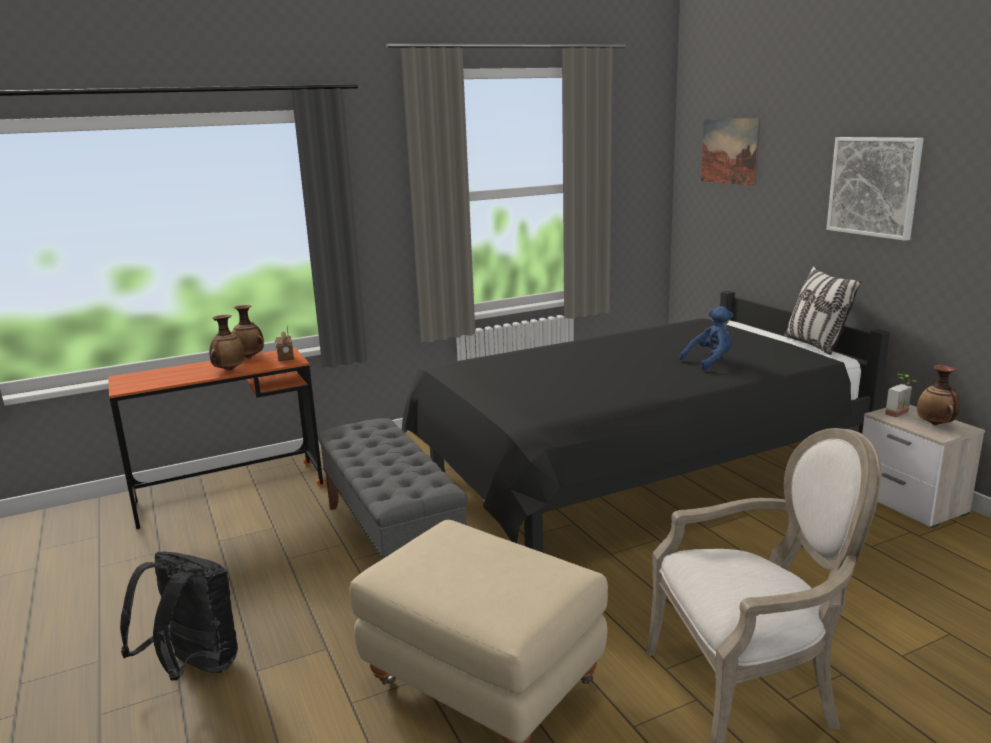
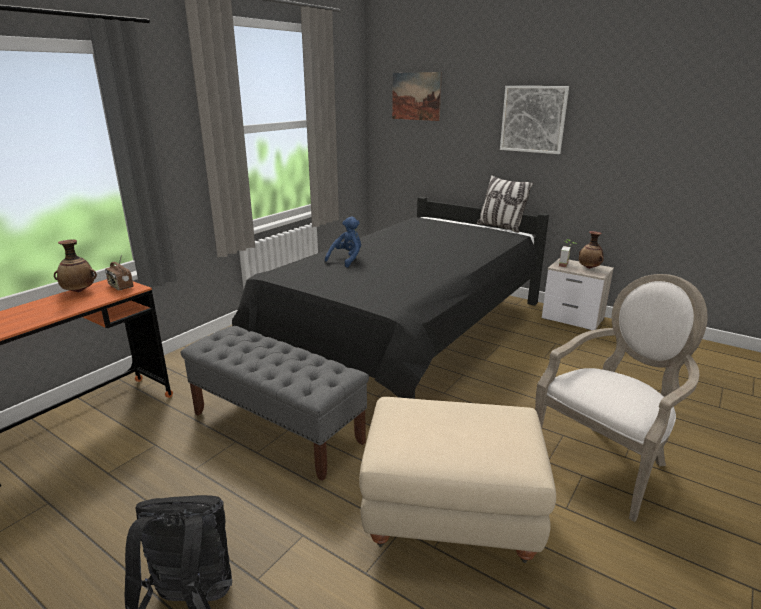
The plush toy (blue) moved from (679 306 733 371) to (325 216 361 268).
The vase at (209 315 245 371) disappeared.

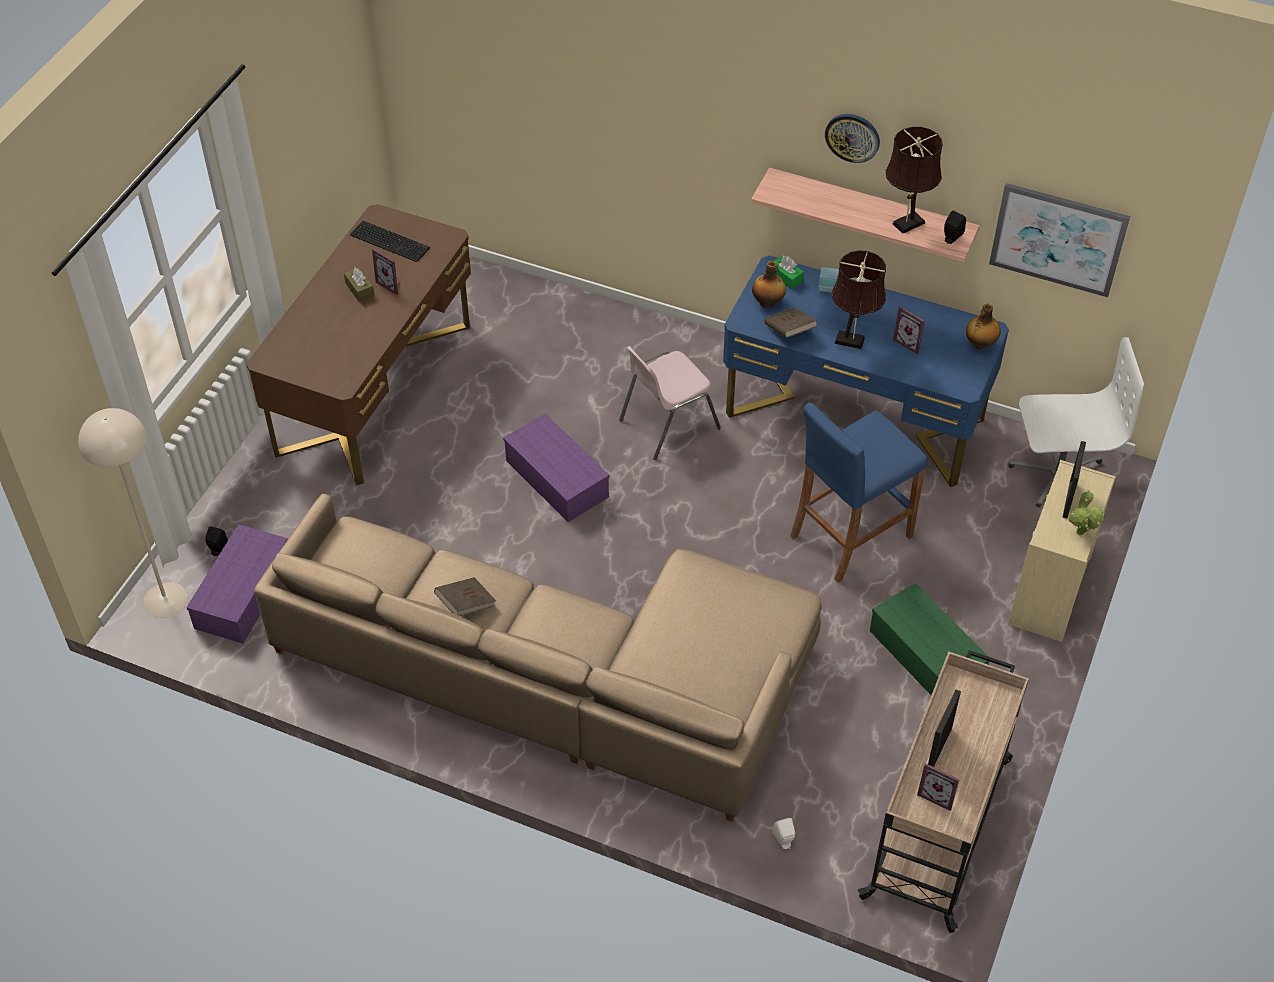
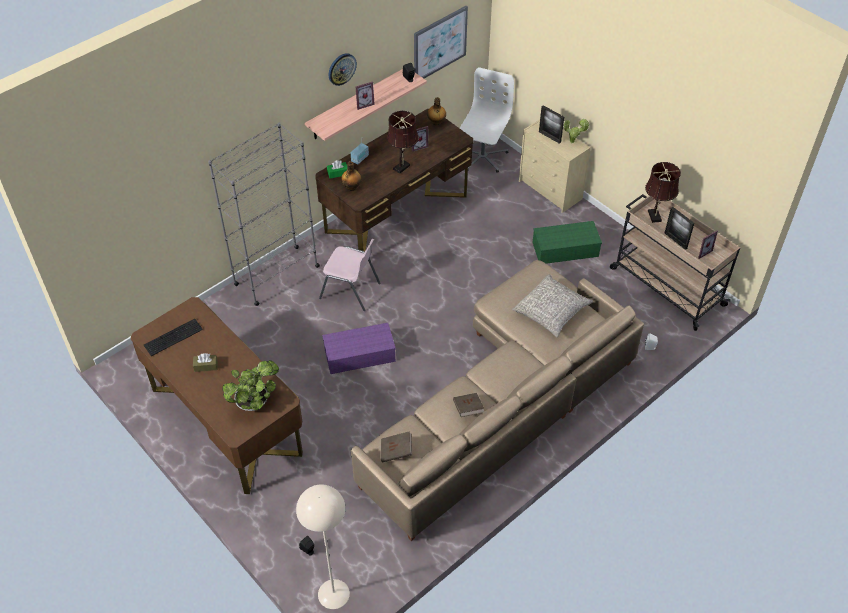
The bookcase (grey) at (208 122 320 306) appeared.
The potted plant at (222 360 279 411) appeared.
The desk (blue) at (723 255 1009 487) became the desk (brown) at (315 109 473 251).
The chair (pink) at (619 346 721 460) turned 60 degrees counterclockwise.
The picture frame moved from (372 248 399 295) to (356 81 375 110).
The book (brown) moved from (764 307 818 338) to (381 431 412 462).
The pillow (grey) at (512 274 593 337) appeared.
The table lamp (brown) moved from (886 127 943 234) to (645 162 681 223).
The storage box (purple) at (186 524 288 643) disappeared.
The stool (blue) at (790 402 927 582) disappeared.

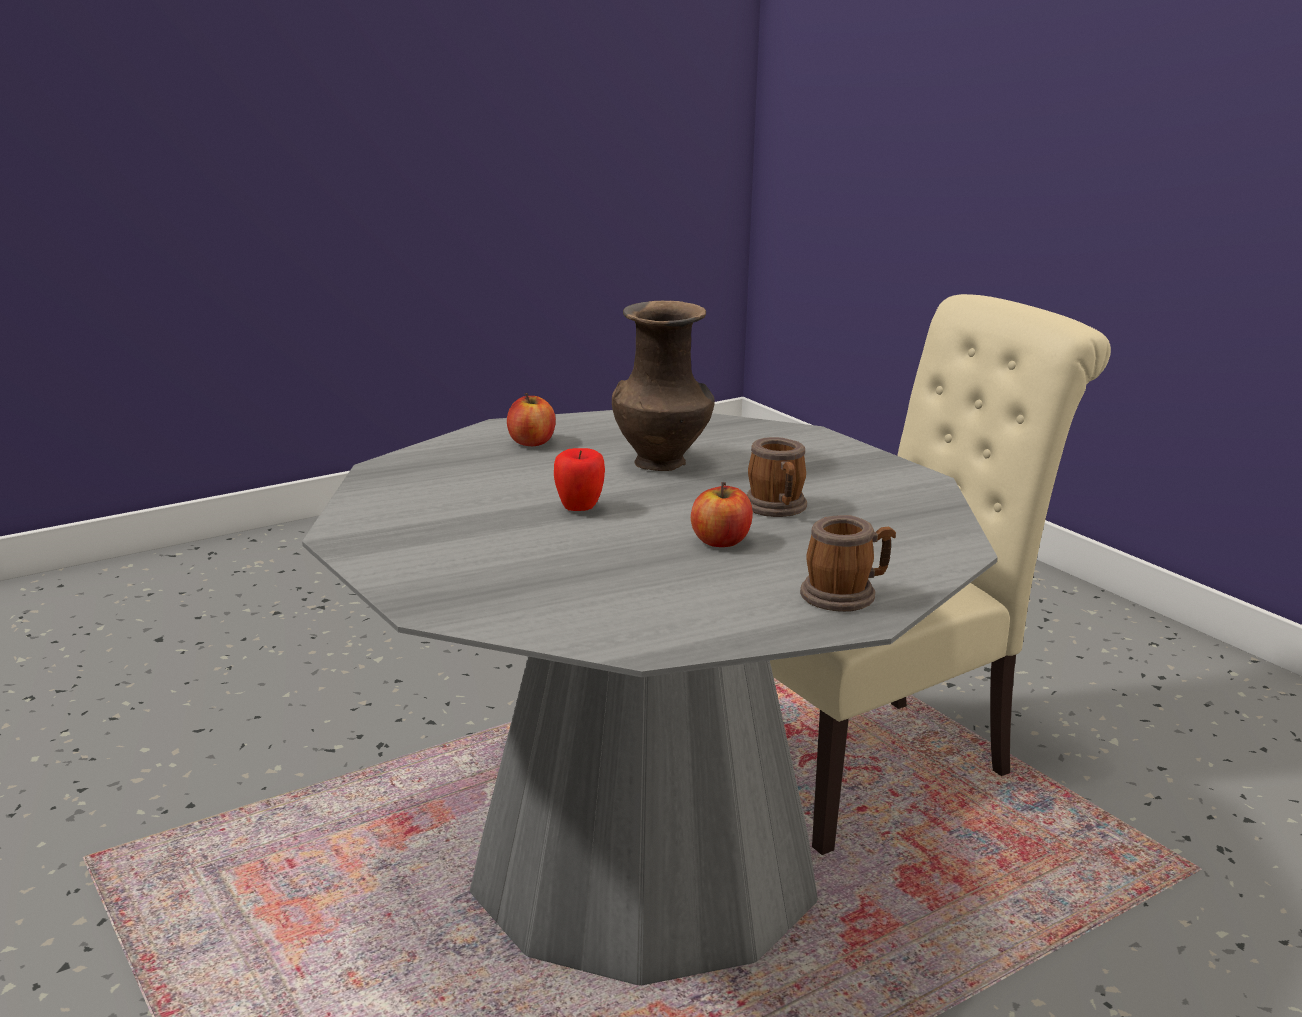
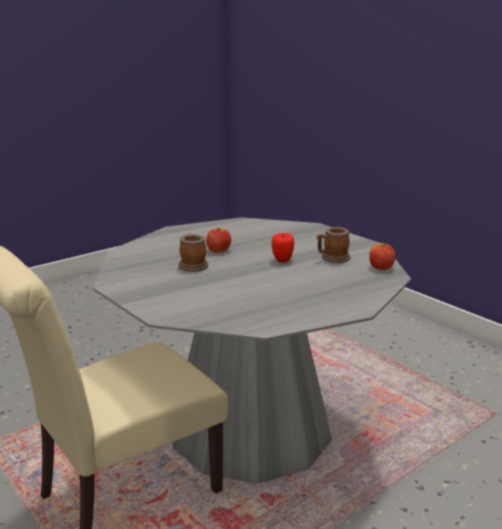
The mug moved from (800 515 896 612) to (317 227 351 263).
The apple moved from (507 393 556 446) to (369 243 395 270).
The vase (brown) at (612 301 715 471) disappeared.

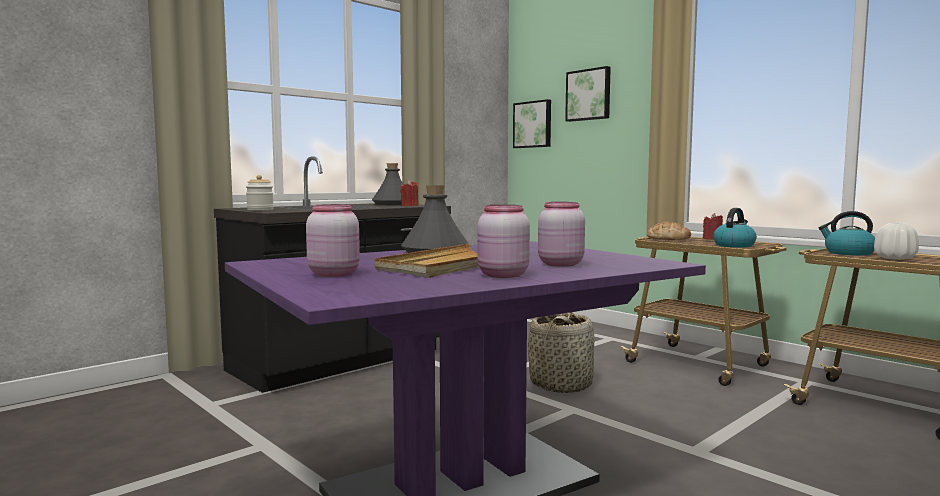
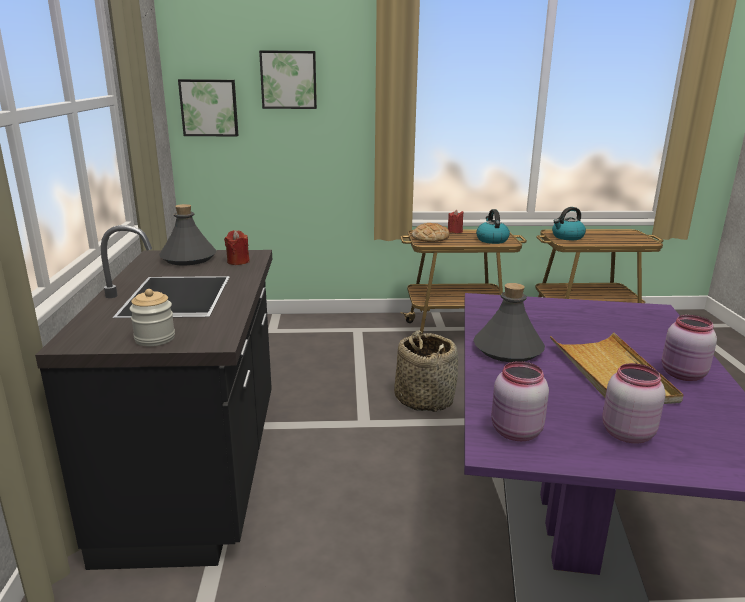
The jar (pink) moved from (538 202 585 267) to (491 361 549 441).
The vase (white) at (874 223 919 259) disappeared.

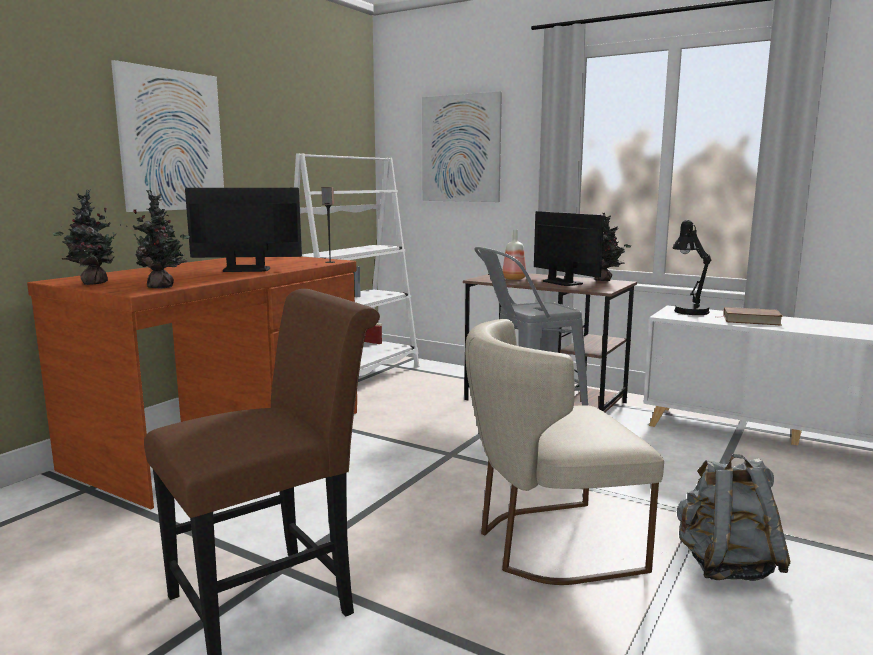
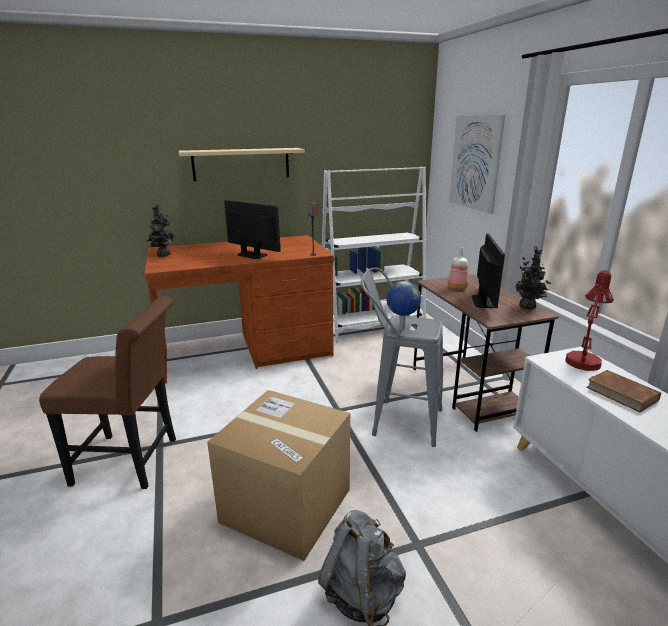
The picture at (111 60 224 212) was replaced by the shelf (beige) at (178 148 305 181).
The chair (beige) at (465 319 664 585) was replaced by the cardboard box at (207 390 350 561).
The globe at (386 281 421 330) appeared.
The table lamp (black) at (672 220 711 315) became the table lamp (red) at (565 270 614 371).
The potted plant at (126 190 190 288) disappeared.

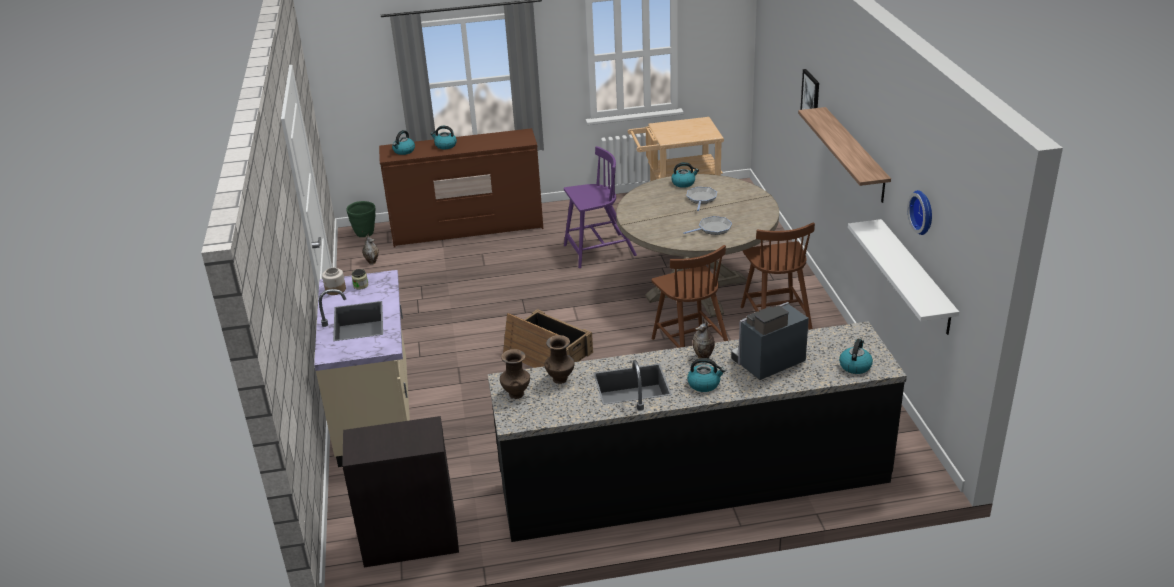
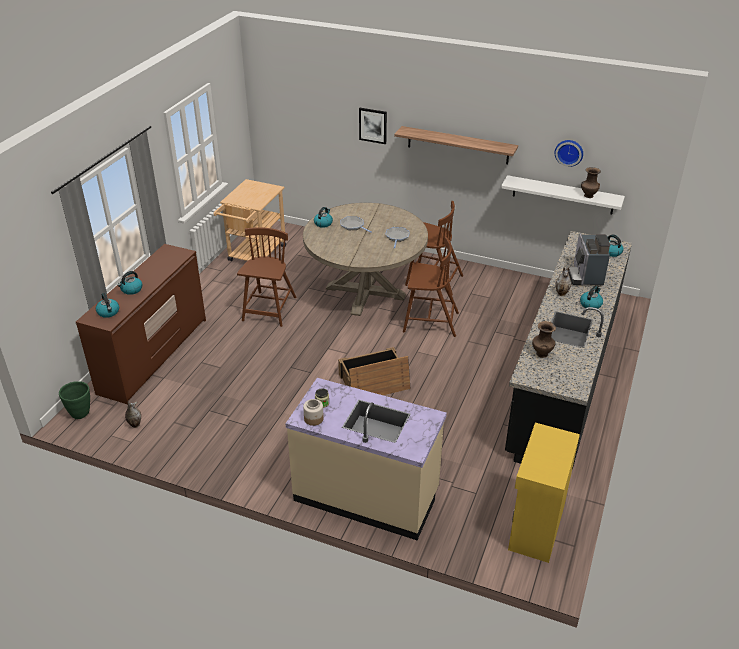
The chair (purple) at (564 146 637 268) became the chair (brown) at (237 227 296 327).
The cabinet (black) at (342 416 459 567) became the cabinet (yellow) at (508 423 580 563).
The vase (brown) moved from (500 349 530 399) to (581 167 601 198).

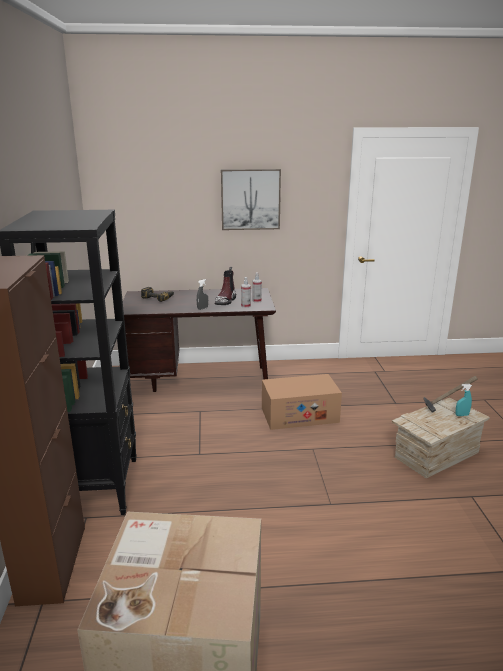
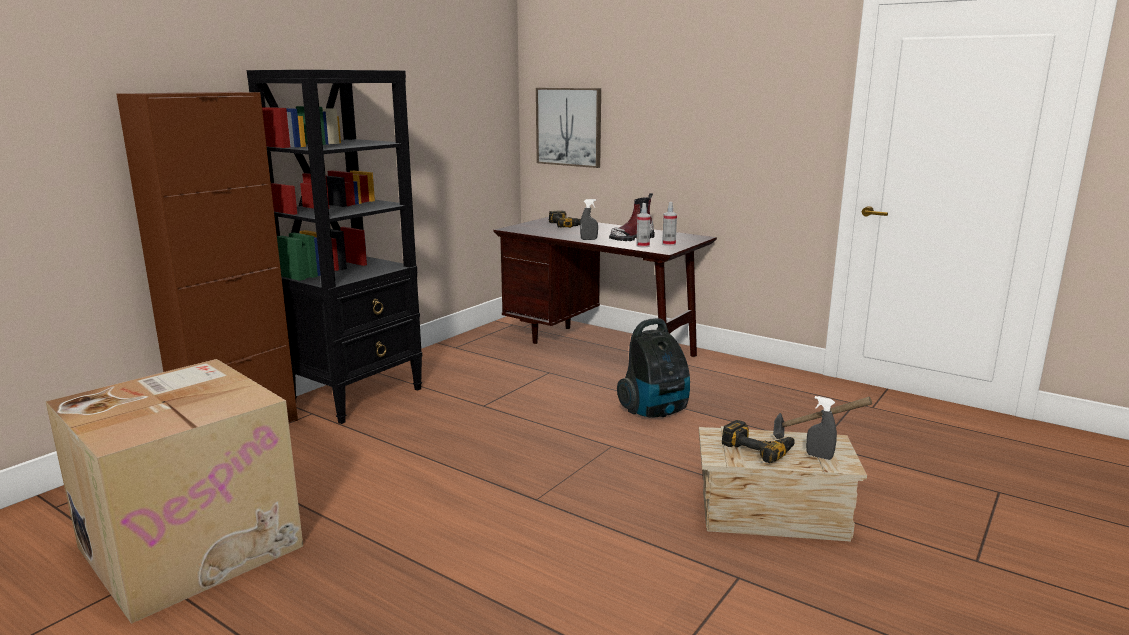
The picture moved from (221 169 281 230) to (536 88 601 168).
The cardboard box at (262 374 342 430) was replaced by the vacuum cleaner at (617 318 690 417).
The power drill at (722 420 795 463) appeared.
The spray bottle (turquoise) at (456 384 472 416) became the spray bottle (grey) at (806 396 837 460).

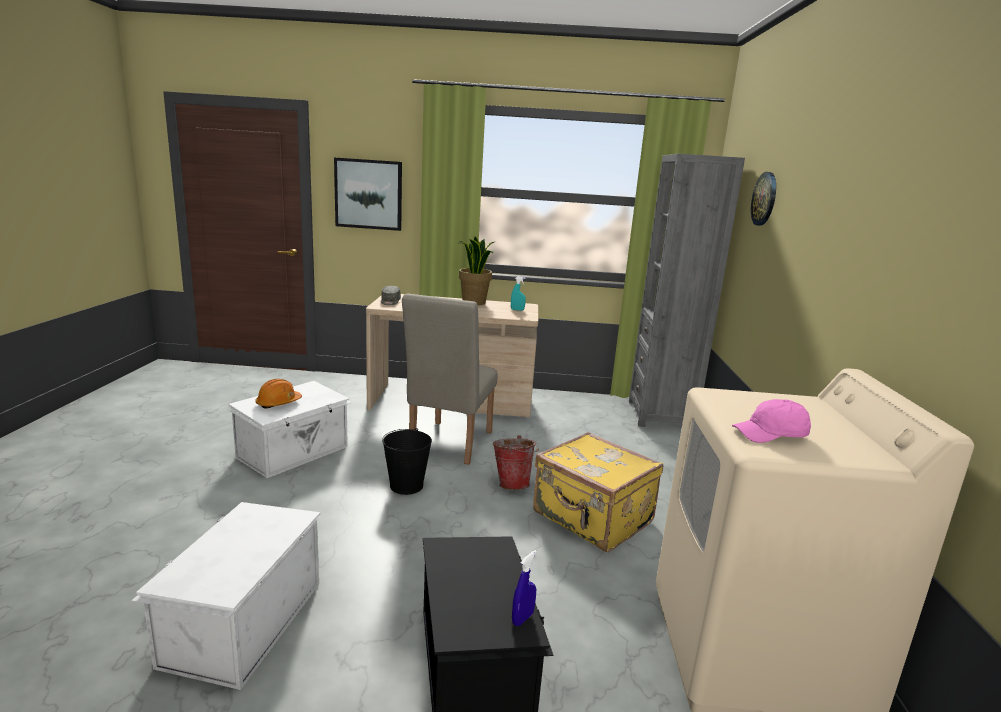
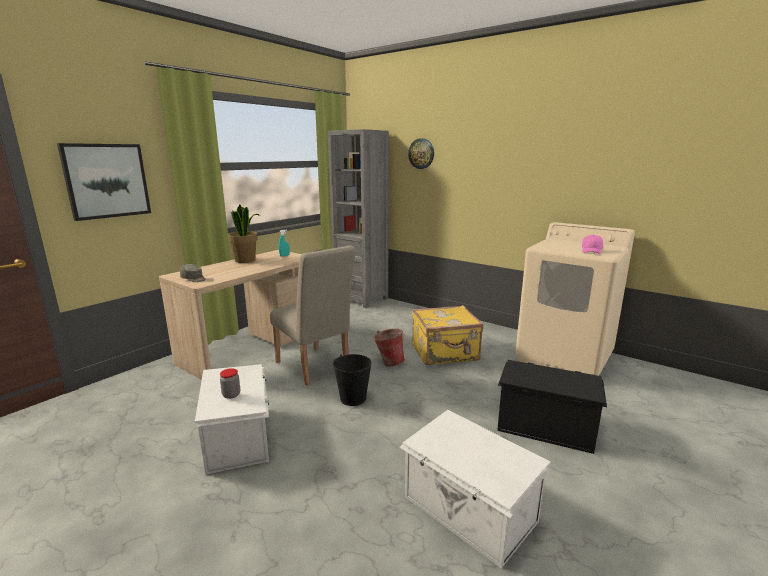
The hard hat (orange) at (255 379 302 409) was replaced by the jar at (220 368 240 399).
The spray bottle (blue) at (512 550 537 626) disappeared.

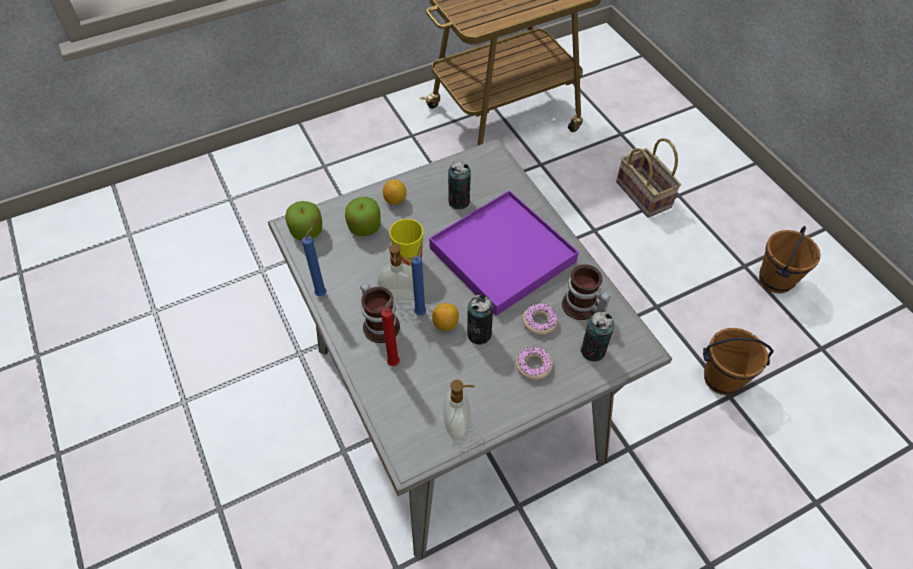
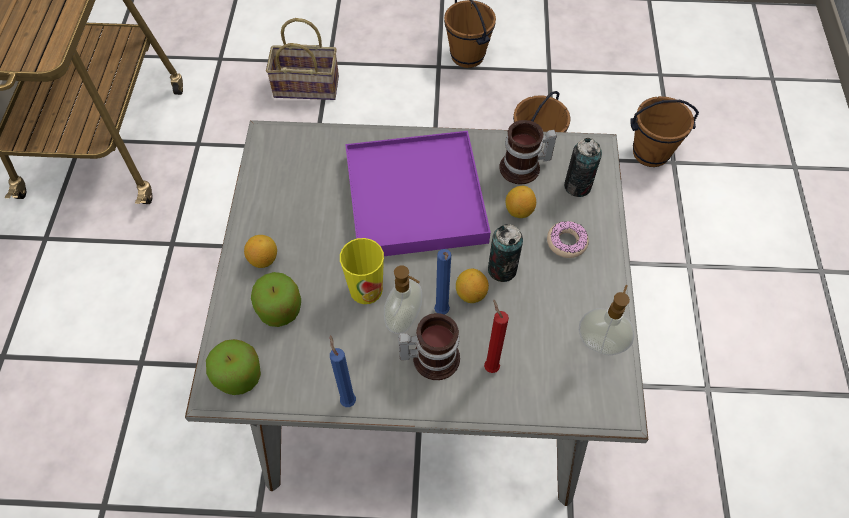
The donut at (522 303 558 335) was replaced by the lemon at (506 186 536 218).
The bucket (brown) at (630 96 699 167) appeared.
The can at (448 161 471 210) disappeared.

